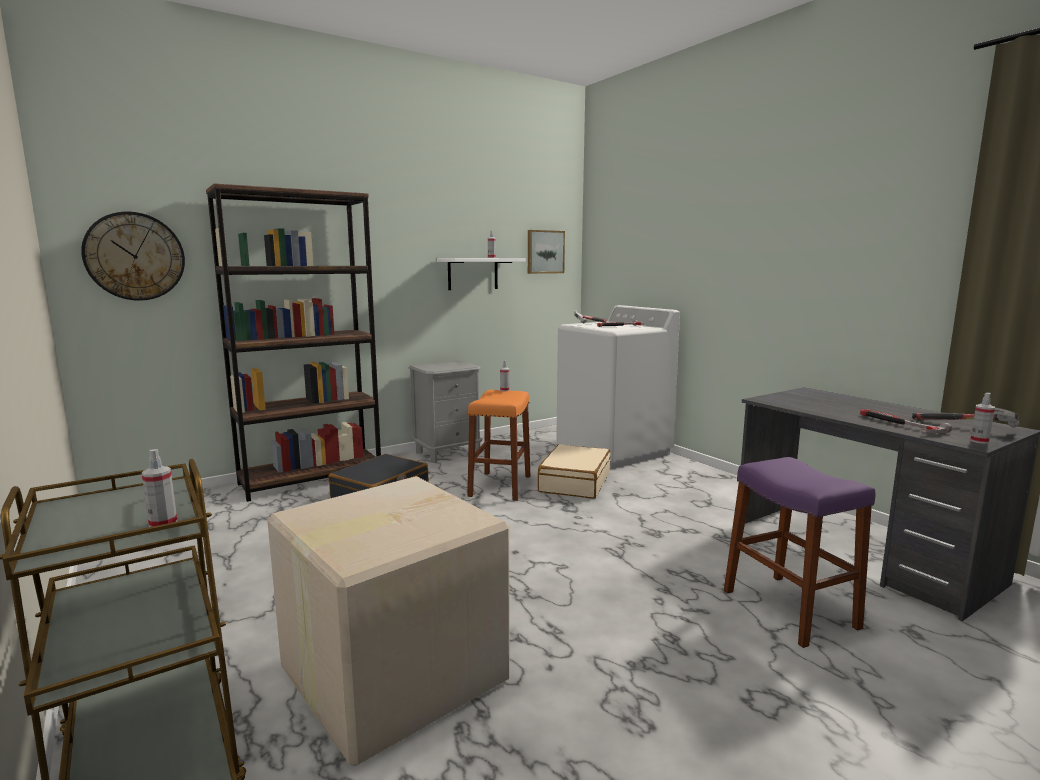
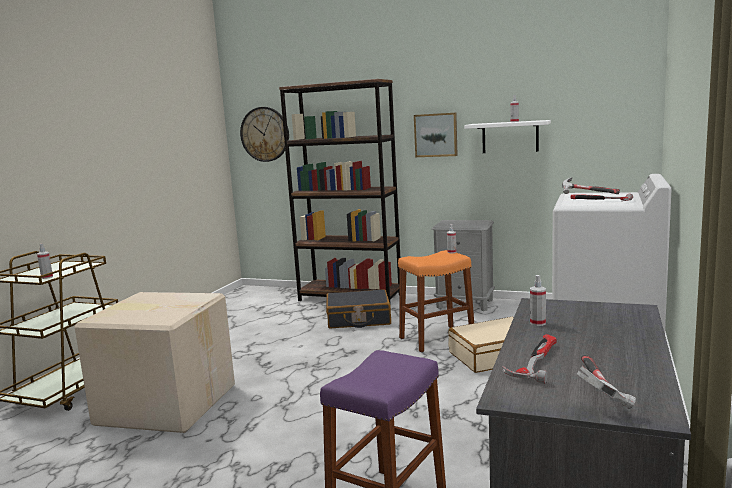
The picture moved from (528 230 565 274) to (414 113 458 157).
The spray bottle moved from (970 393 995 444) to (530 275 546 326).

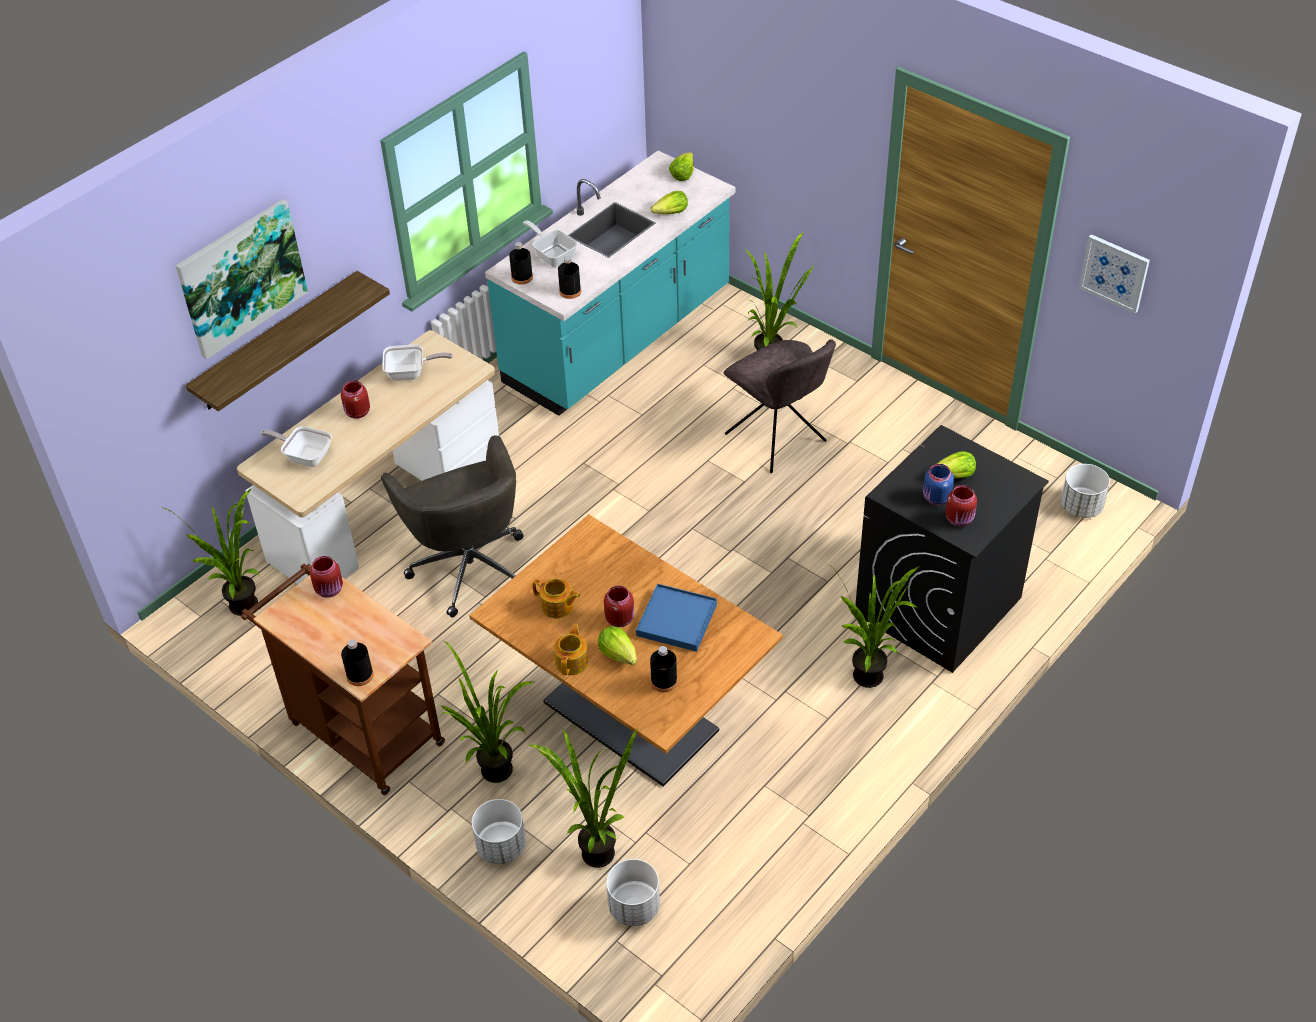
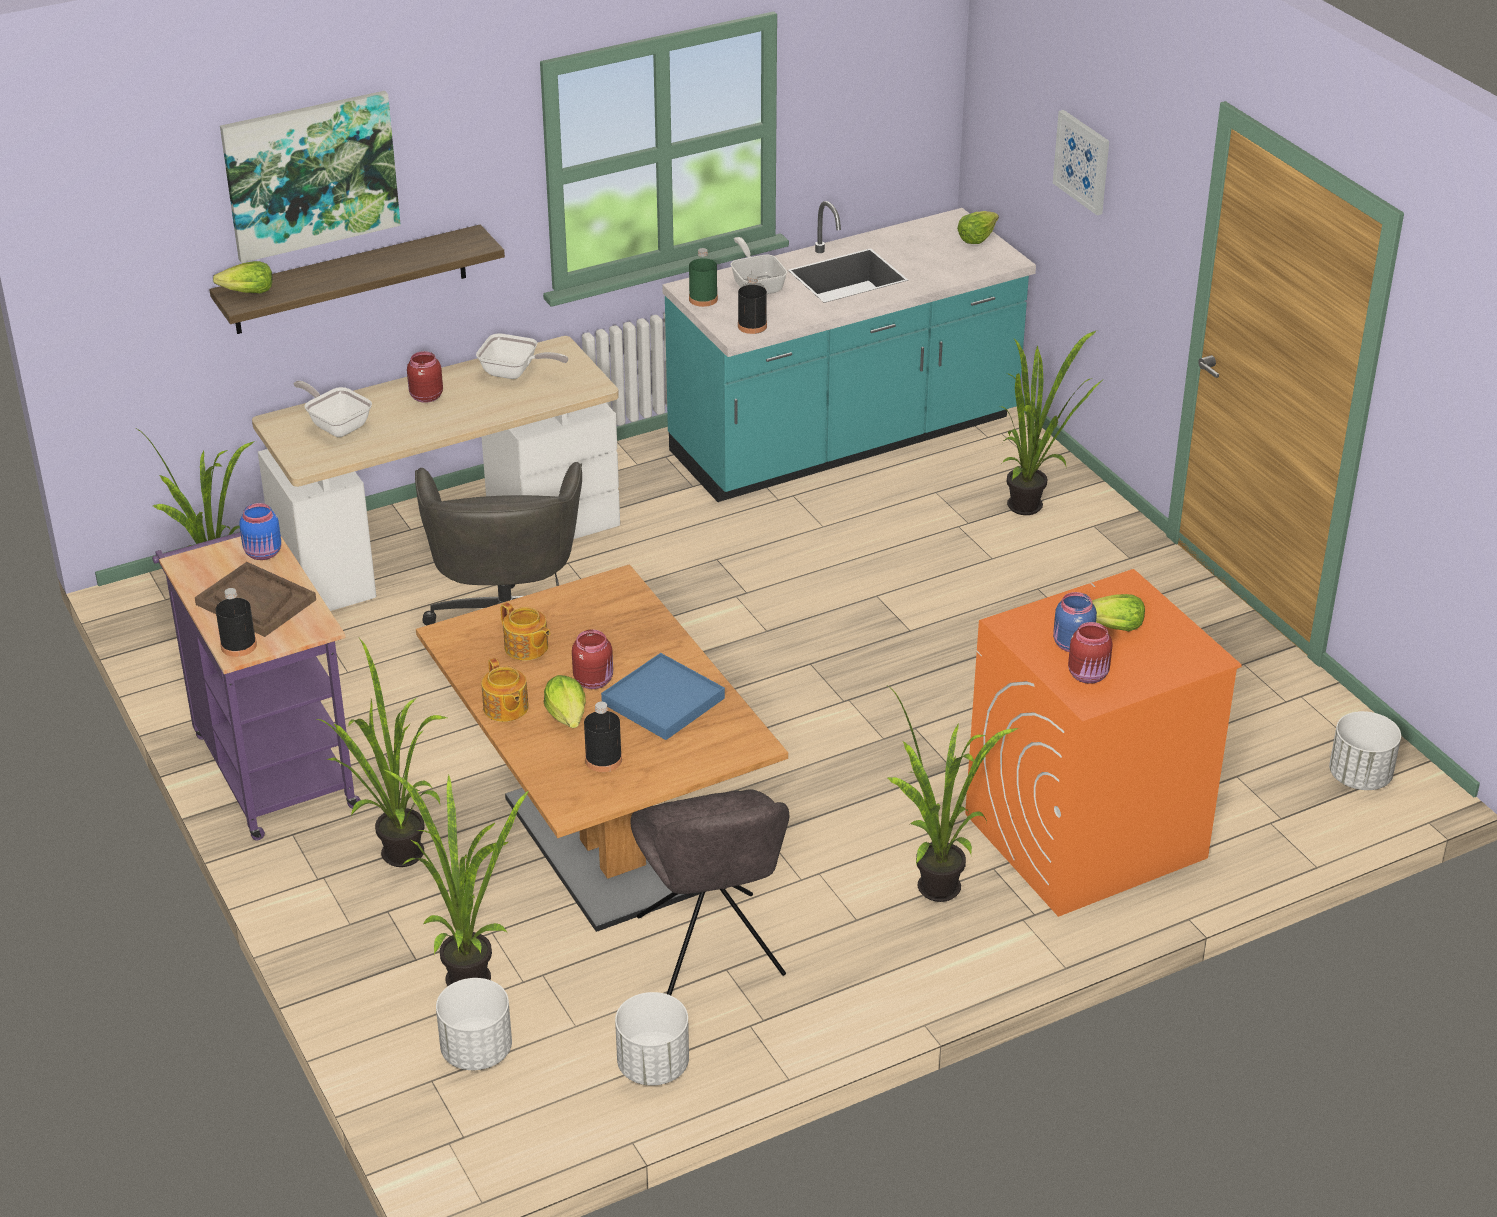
The cart (brown) at (241 564 445 795) became the cart (purple) at (152 532 360 841).
The tray (brown) at (195 562 316 637) appeared.
The lettuce moved from (651 191 688 214) to (213 261 273 293).
The jar (red) at (310 556 343 598) became the jar (blue) at (240 503 281 560).
The teapot at (554 624 588 675) turned 120 degrees clockwise.
The planter (white) moved from (472 799 526 864) to (615 992 689 1086).
The chair (grey) moved from (723 339 836 473) to (630 789 789 995).
The bottle (black) at (509 242 533 285) became the bottle (green) at (689 248 718 307).
The washing machine (black) at (855 425 1049 673) became the washing machine (orange) at (965 569 1242 917).
The picture moved from (1079 234 1150 314) to (1053 110 1109 215).

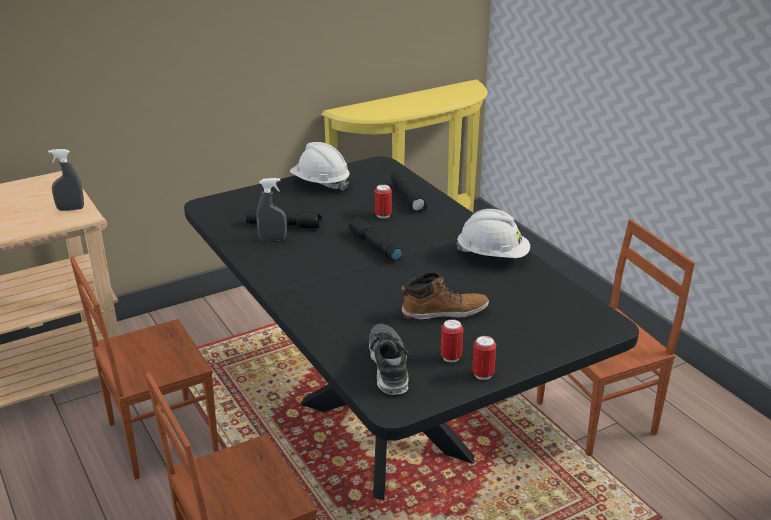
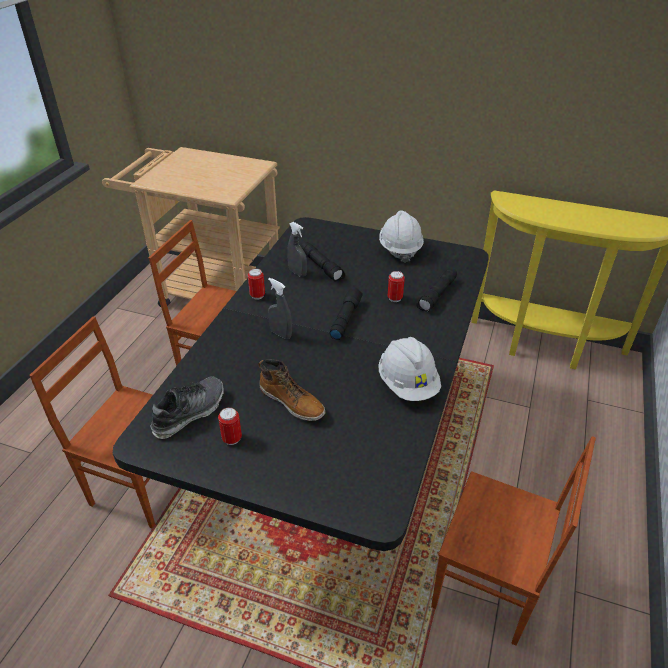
The can moved from (472 336 496 380) to (248 268 265 300).
The spray bottle (grey) moved from (48 149 84 211) to (268 278 292 339).

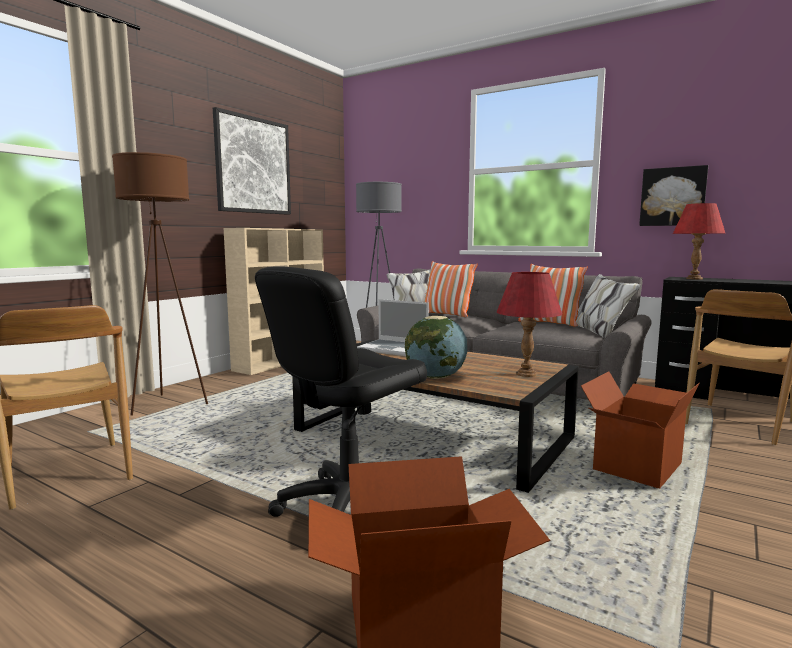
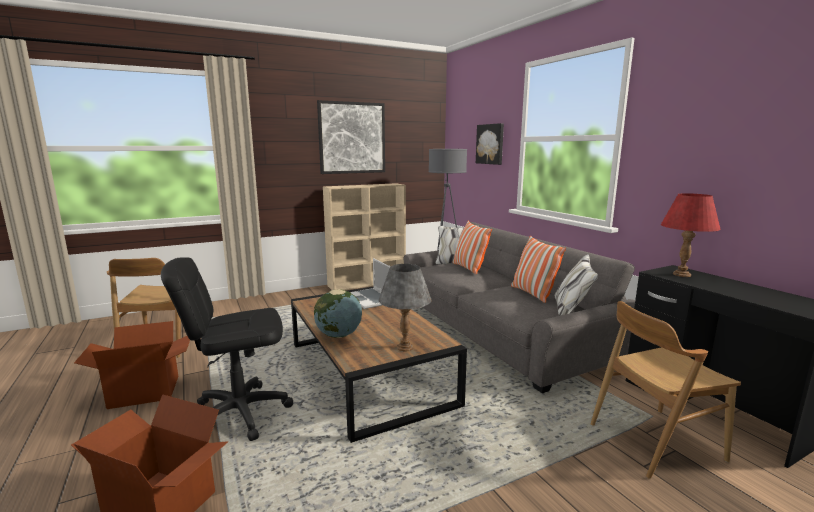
The cardboard box moved from (581 371 700 489) to (74 321 190 409).
The table lamp (red) at (497 272 562 377) became the table lamp (grey) at (379 264 432 351).
The picture moved from (639 165 708 226) to (476 123 504 165).
The floor lamp (brown) at (112 152 208 416) disappeared.

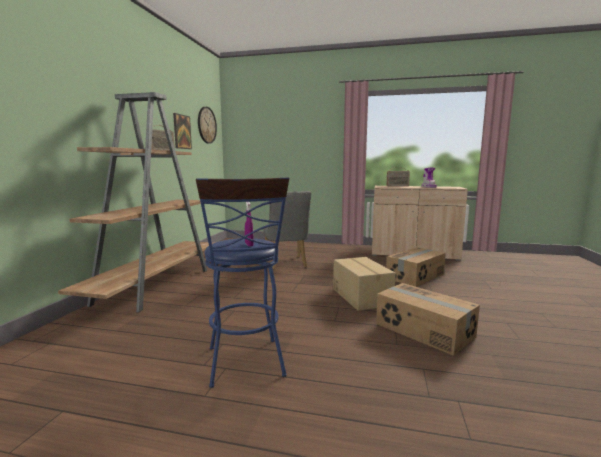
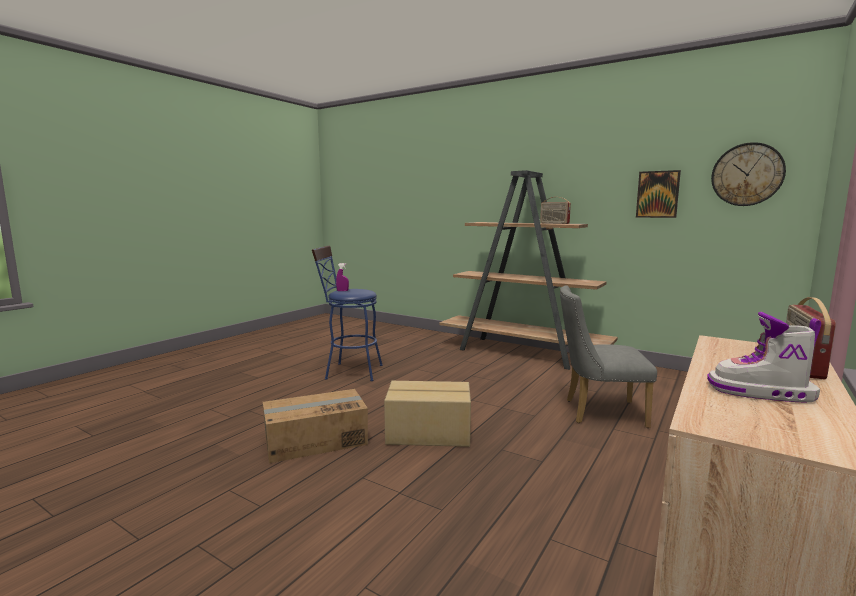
The cardboard box at (386 247 446 287) disappeared.

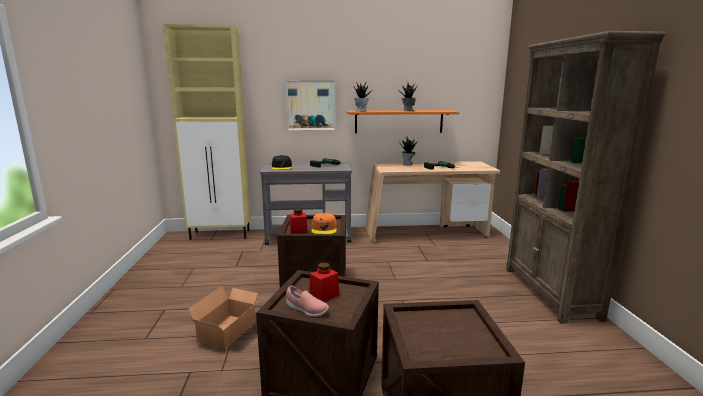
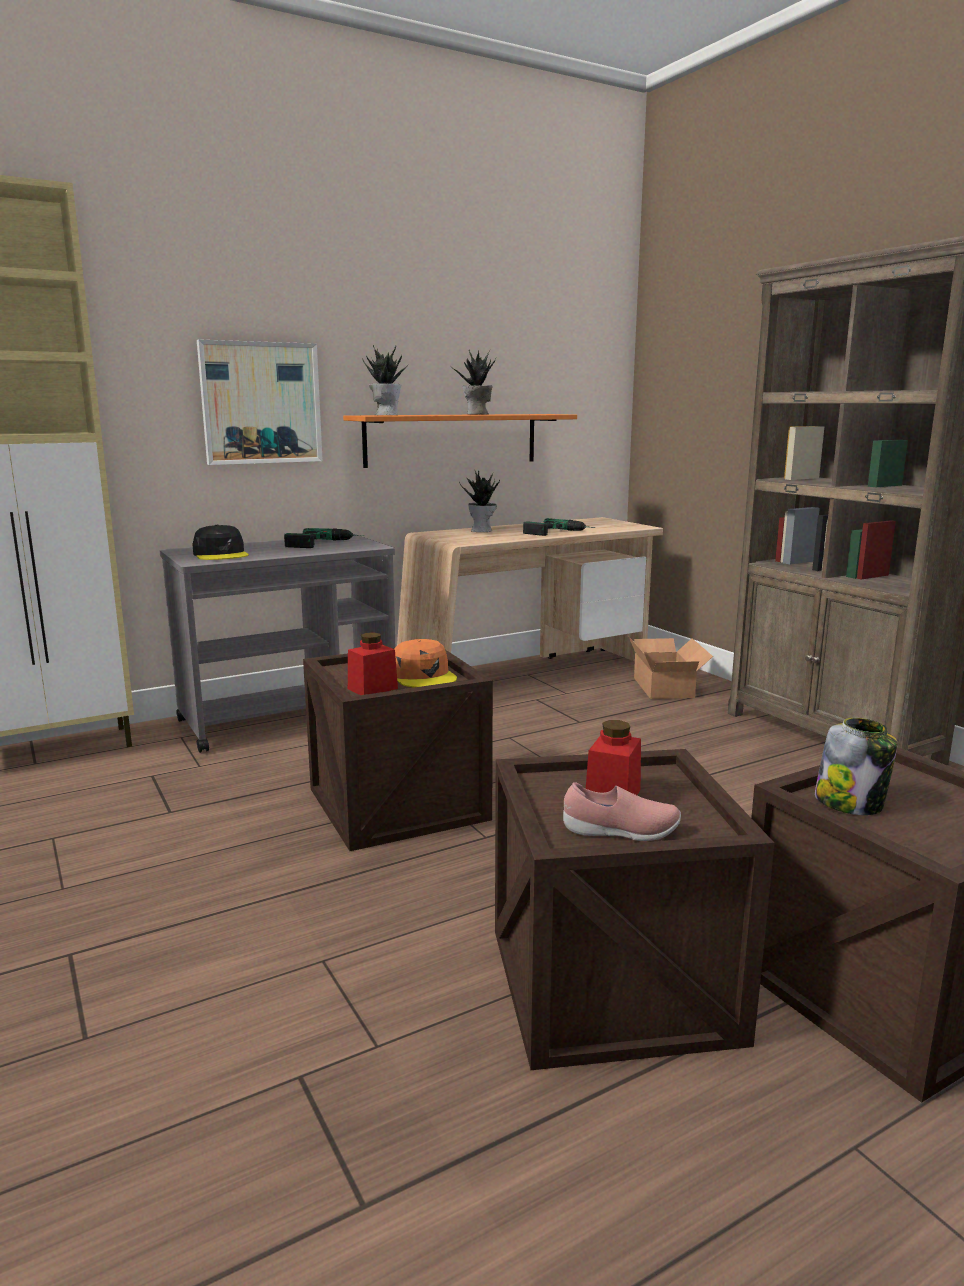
The cardboard box moved from (188 286 261 350) to (628 636 713 699).
The jar at (815 718 898 815) appeared.

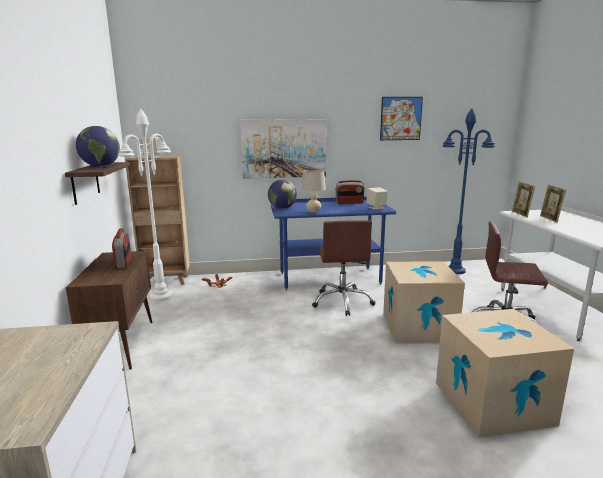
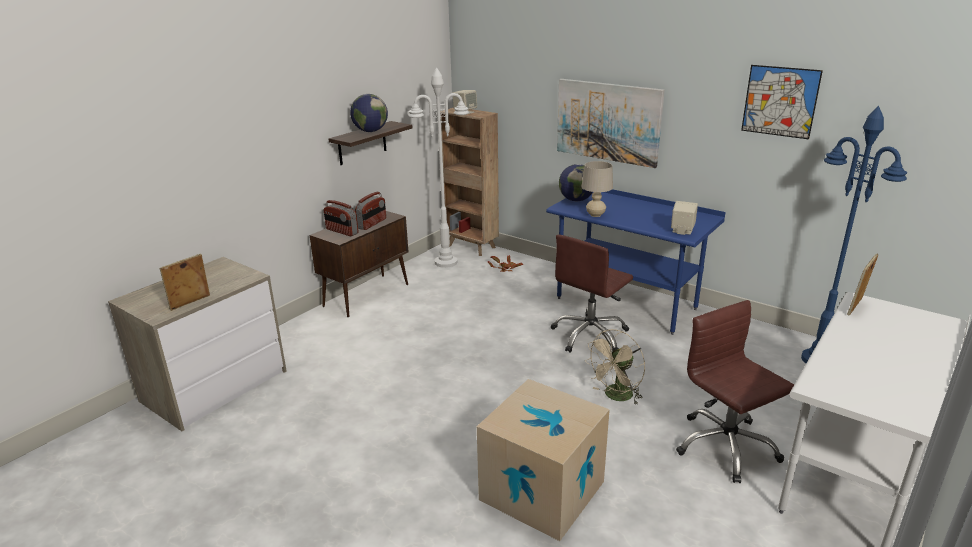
The picture frame moved from (540 184 566 223) to (159 254 210 311).
The radio moved from (335 180 365 204) to (324 200 358 236).
The cardboard box at (383 261 465 343) was replaced by the fan (beige) at (585 329 645 405).

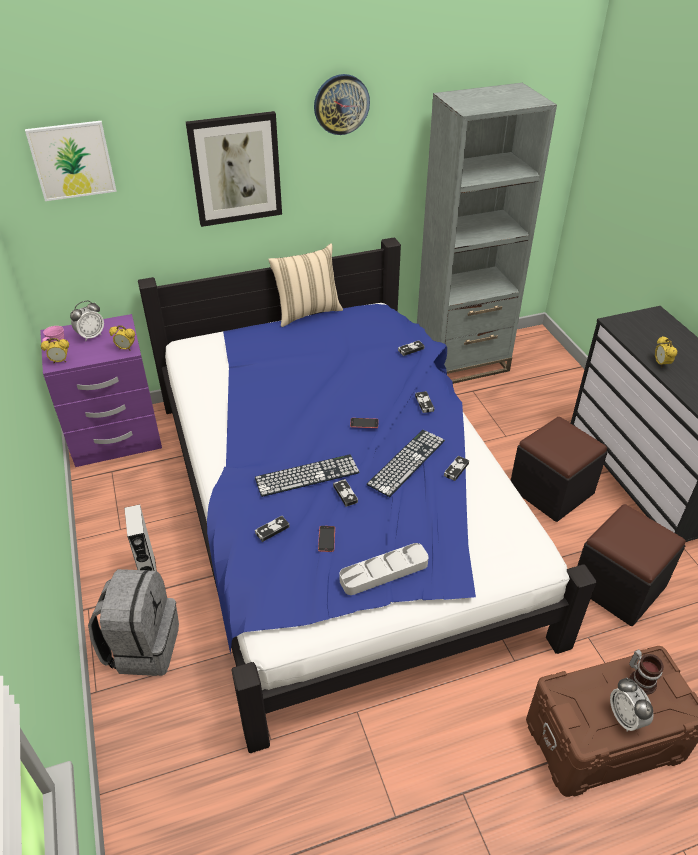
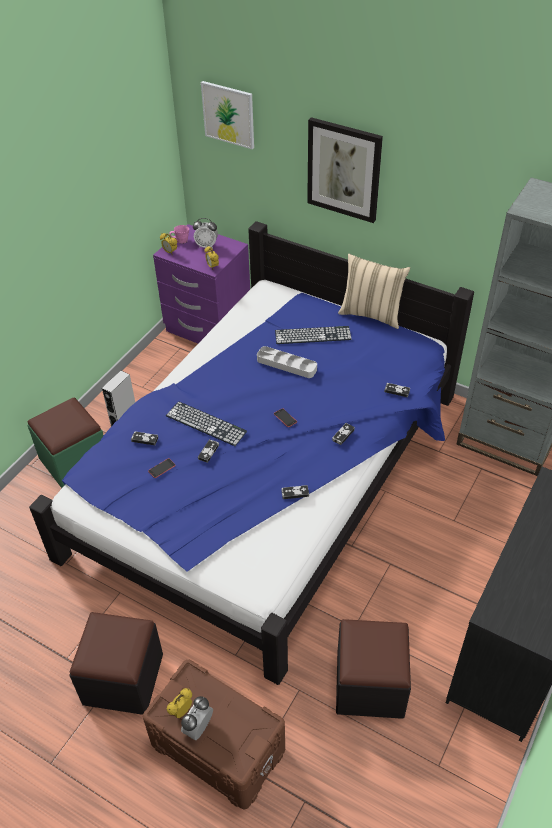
The backpack (grey) at (88 569 179 676) was replaced by the ottoman (green) at (27 398 104 488).
The ottoman (black) moved from (511 417 607 522) to (69 612 163 715).
The alarm clock moved from (655 336 677 368) to (167 688 192 718).
The tray (grey) moved from (340 543 429 595) to (257 346 317 378).
The keyboard moved from (366 430 445 497) to (275 326 352 344).
The wall clock at (314 74 370 135) disappeared.
The mug at (629 649 664 695) disappeared.

